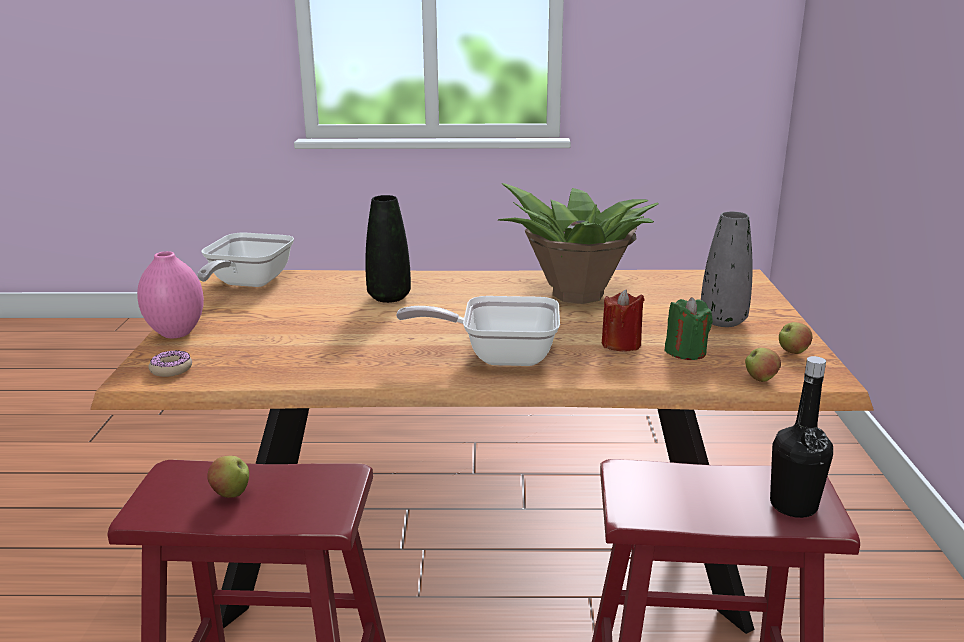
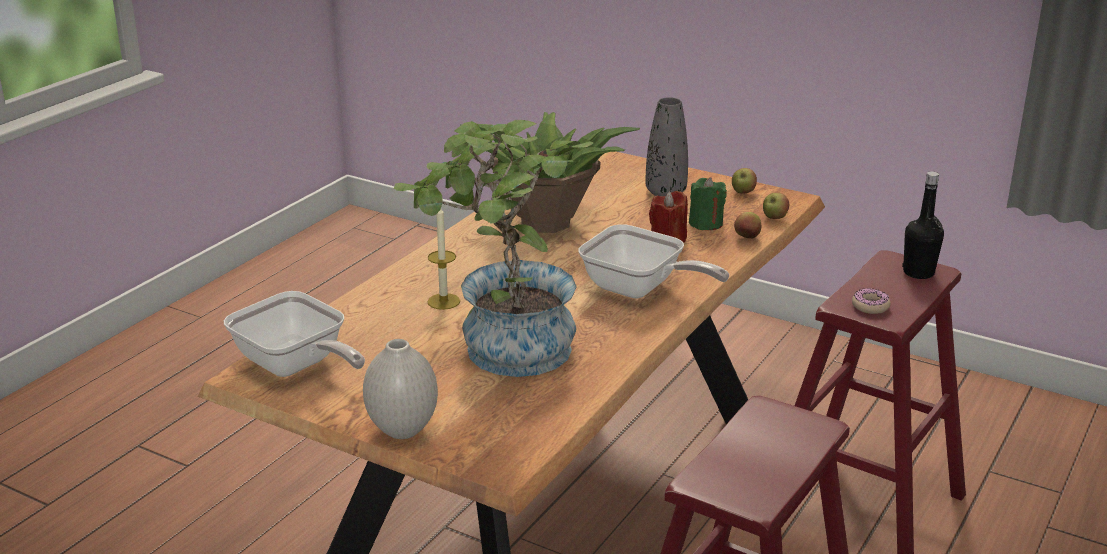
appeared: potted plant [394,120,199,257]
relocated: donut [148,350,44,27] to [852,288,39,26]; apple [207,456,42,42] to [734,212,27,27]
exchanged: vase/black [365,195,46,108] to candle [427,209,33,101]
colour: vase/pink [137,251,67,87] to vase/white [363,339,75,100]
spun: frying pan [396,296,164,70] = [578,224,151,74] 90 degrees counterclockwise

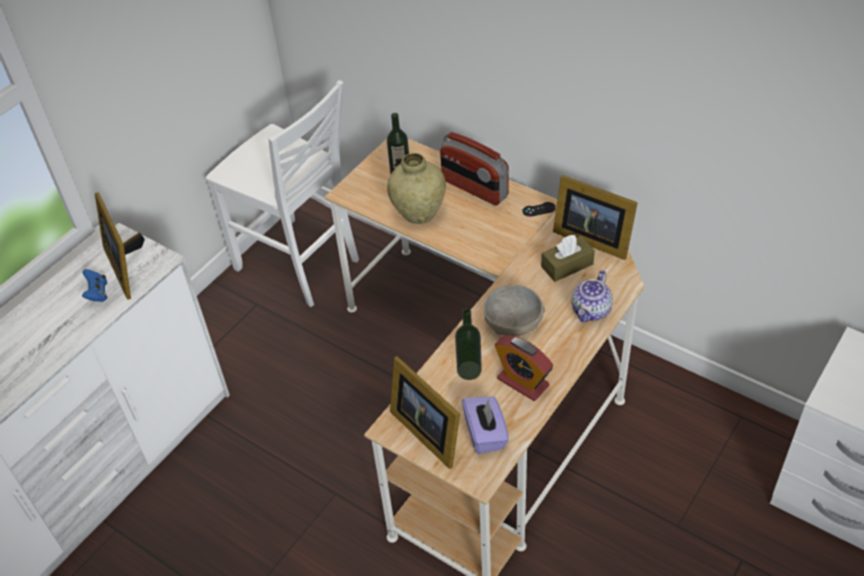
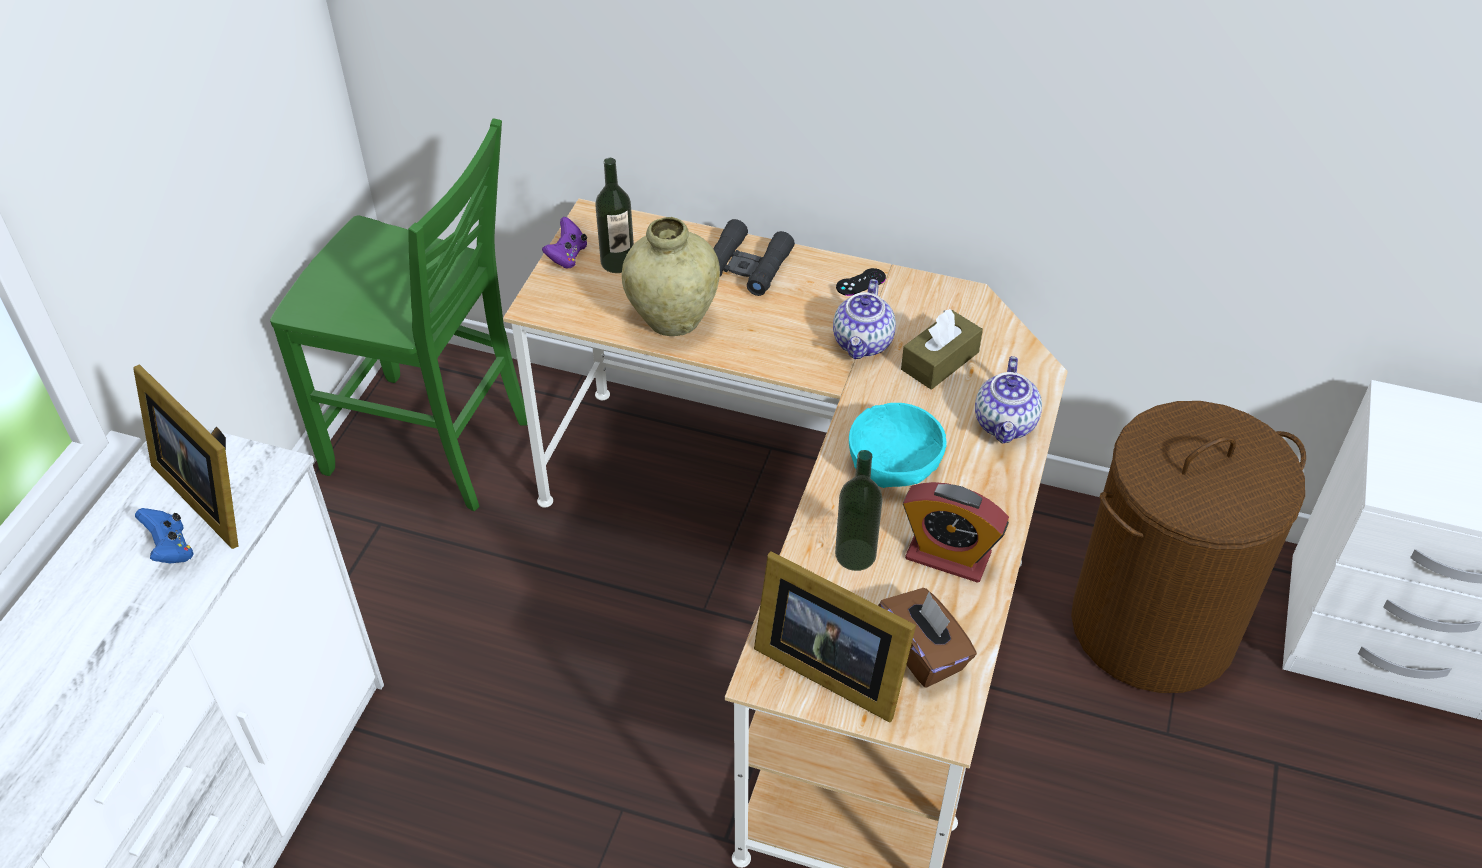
missing: picture frame [553,175,85,85]
appeared: game controller/purple [542,217,45,52]; teapot [833,279,63,80]; laundry basket/brown [1071,401,235,292]
exchanged: radio [440,132,69,74] to binoculars/black [713,219,82,77]
colour: chair/white [206,80,153,227] to chair/green [270,119,258,392]; bowl/grey [484,285,61,51] to bowl/turquoise [849,403,98,85]; tissue box/purple [462,396,47,58] to tissue box/brown [878,588,99,100]

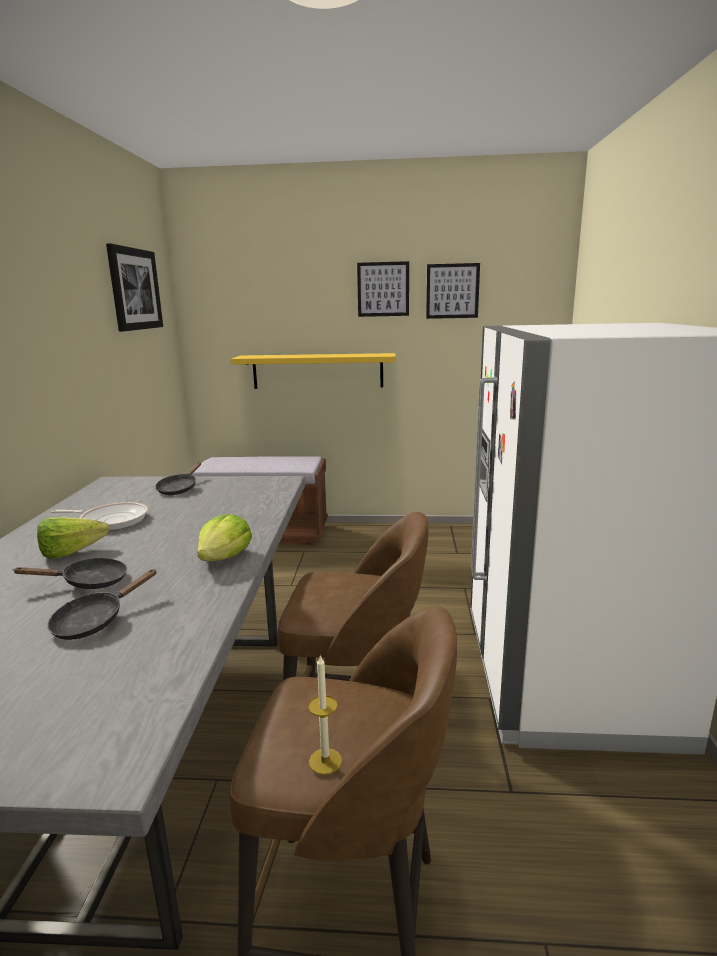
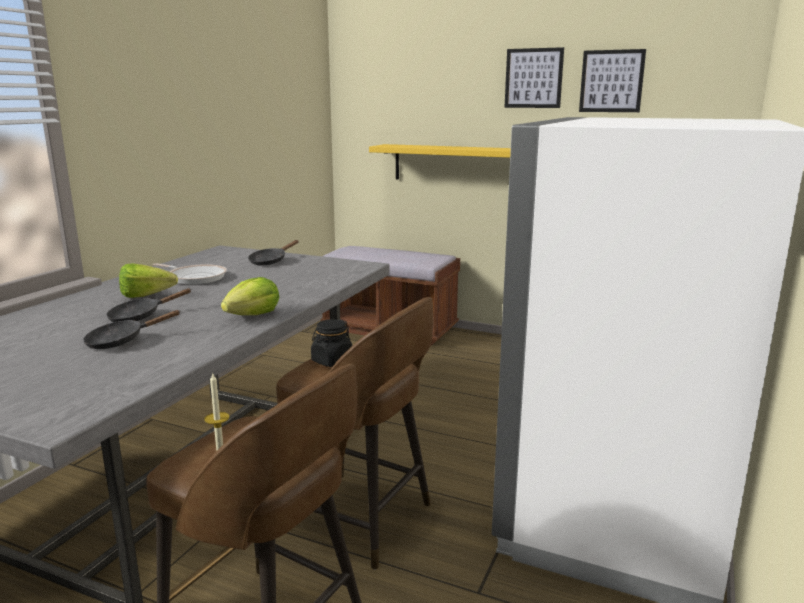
missing: picture [106,243,57,89]
appeared: jar/black [311,319,42,48]
spun: frying pan/black [13,557,114,32] = [106,288,85,34] 135 degrees clockwise

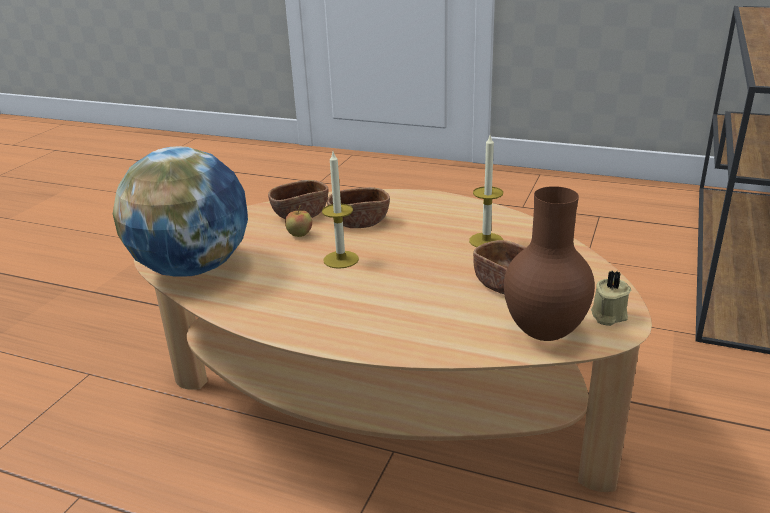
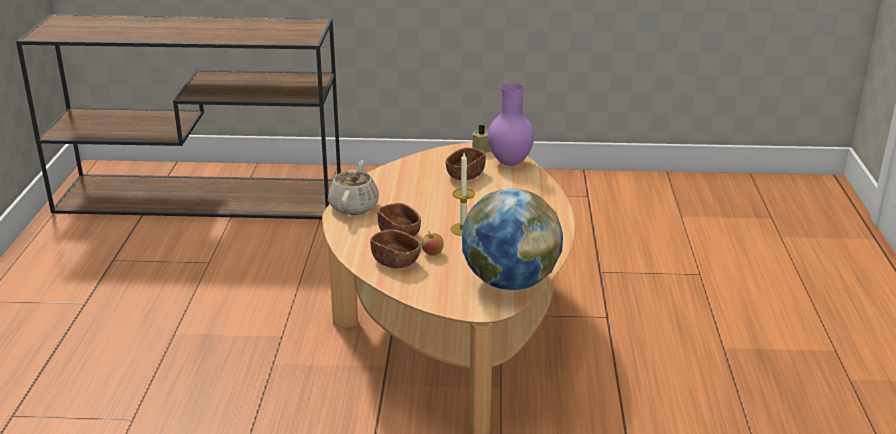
missing: candle [469,133,35,114]
appeared: teapot/beige [328,160,51,55]
colour: vase/brown [504,186,91,155] to vase/purple [488,83,46,83]

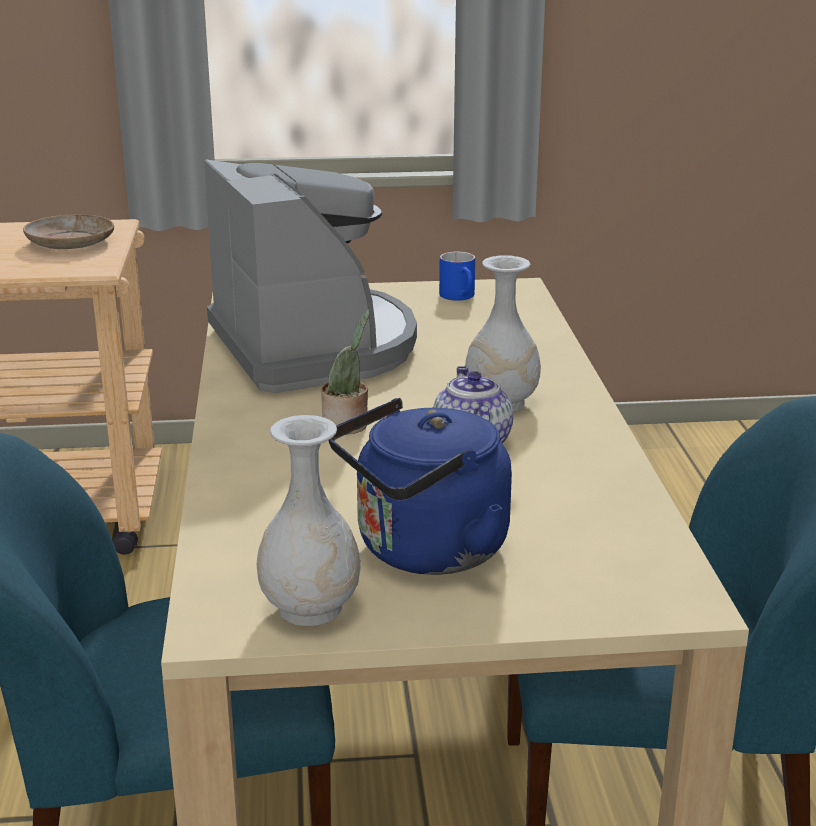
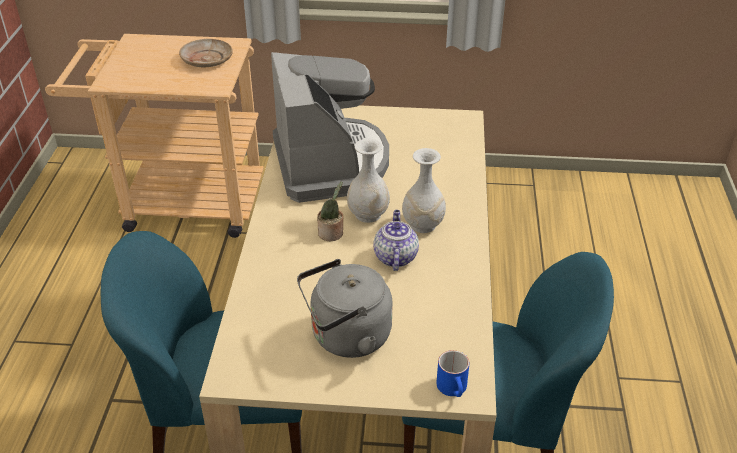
relocated: mug/blue [439,252,36,49] to [436,350,33,47]; vase/white [257,415,104,211] to [347,139,43,84]
colour: kettle/blue [328,398,184,177] to kettle/grey [297,259,96,99]

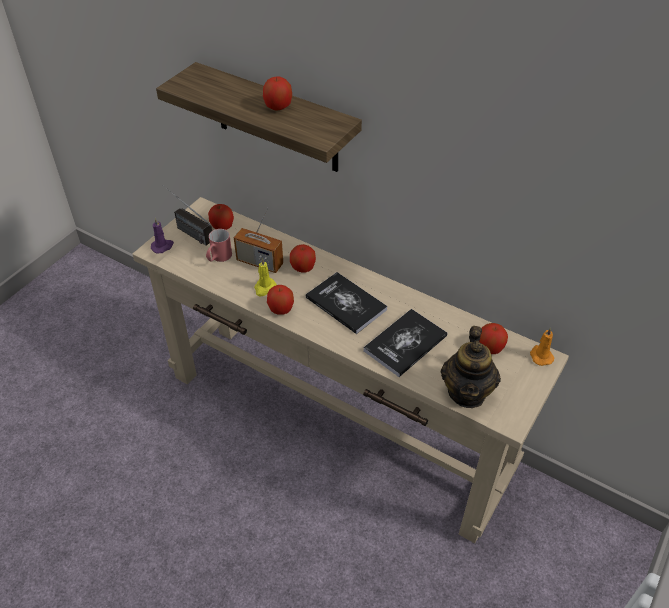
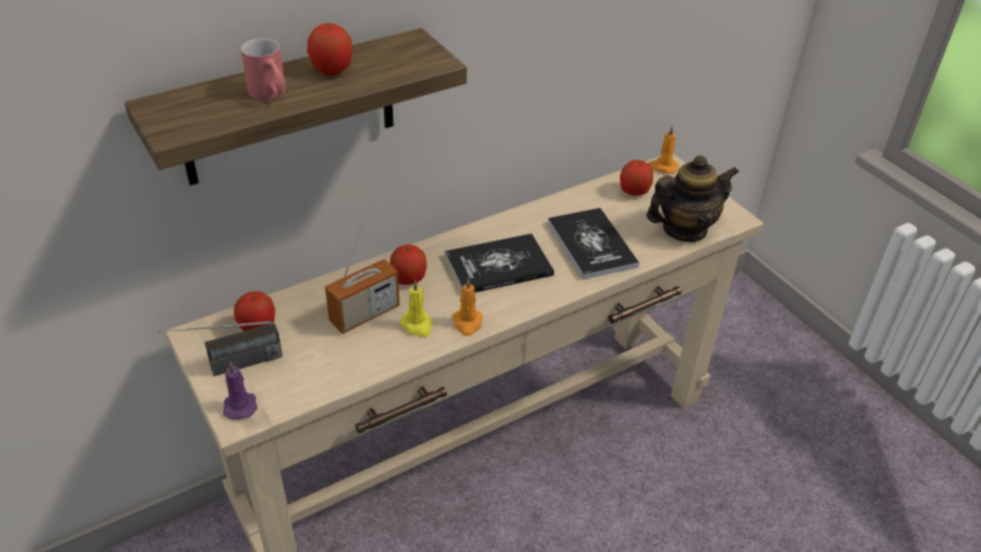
relocated: mug/red [206,229,26,33] to [241,38,45,62]
exchanged: apple [267,285,27,30] to candle/orange [453,278,30,58]
spun: teapot [441,326,60,82] = [646,155,93,87] 60 degrees counterclockwise

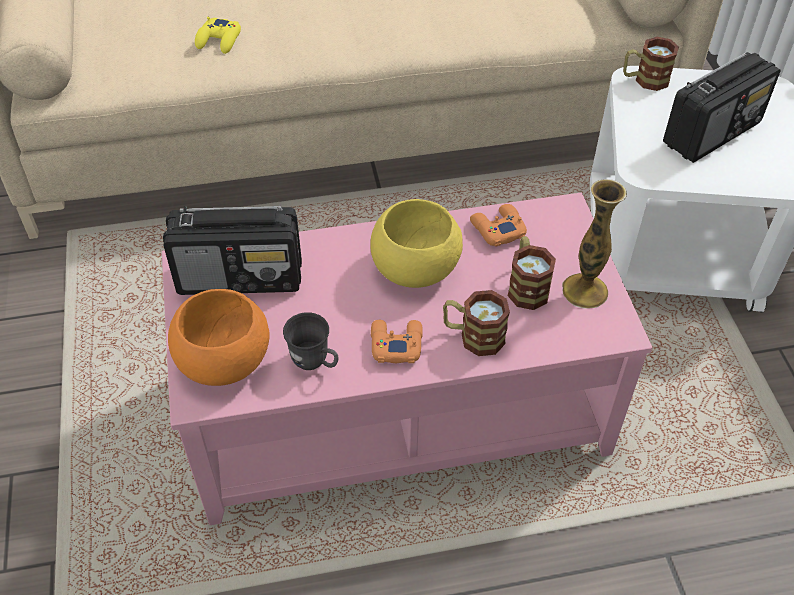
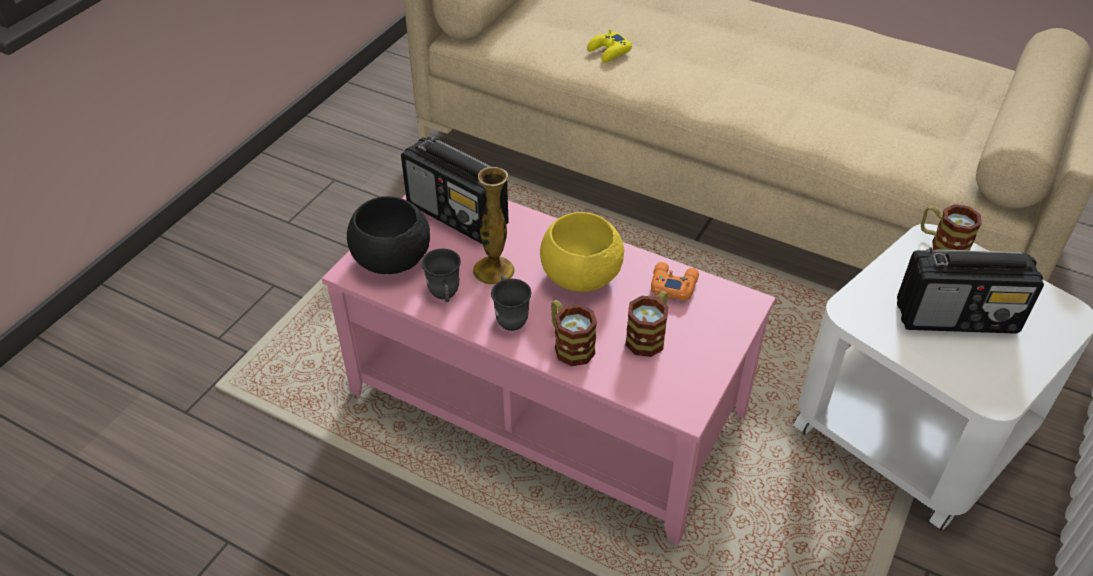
relocated: vase [562,179,65,130] to [473,167,42,118]
exchanged: game controller/orange [371,320,52,43] to mug/grey [491,275,41,56]
colour: bowl/orange [168,289,102,97] to bowl/black [347,196,83,78]

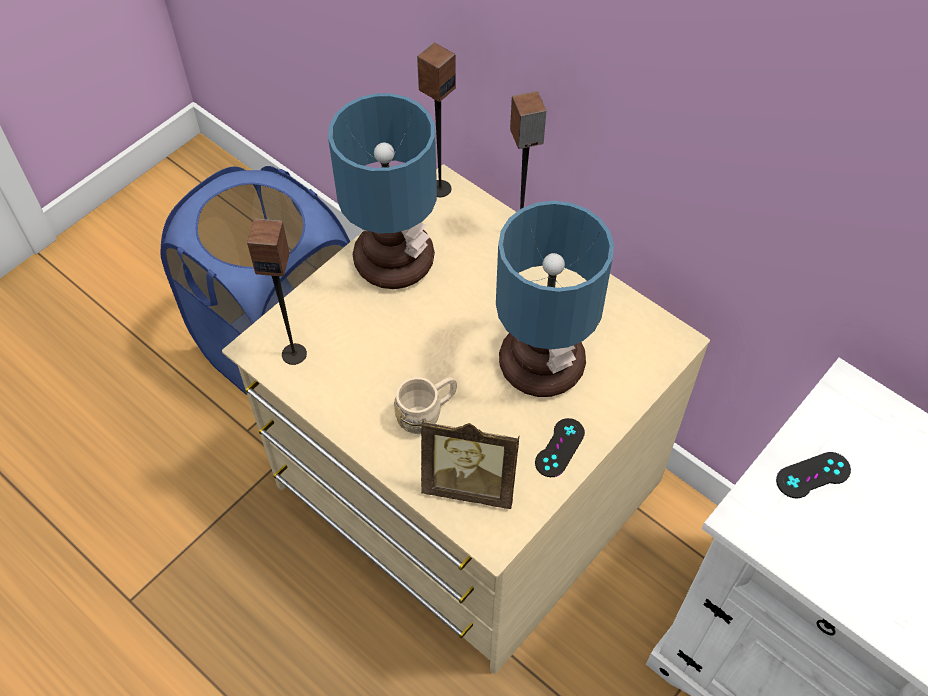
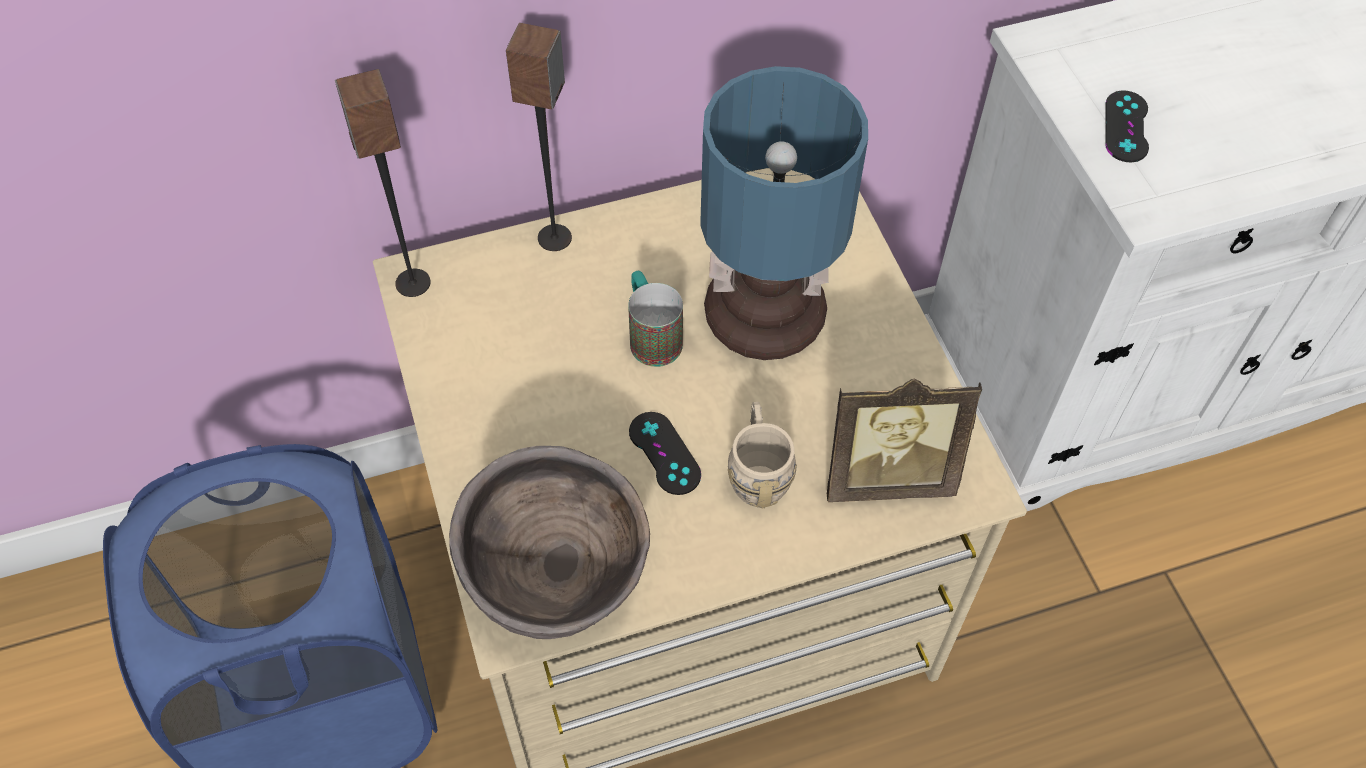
missing: table lamp [328,93,109,196]
appeared: mug [628,271,55,96]
relocated: game controller/black [535,418,50,59] to [629,412,72,83]
exchanged: speaker [247,219,60,146] to bowl/brown [449,446,201,193]
spun: picture frame [421,420,99,89] = [827,379,155,123] 45 degrees clockwise

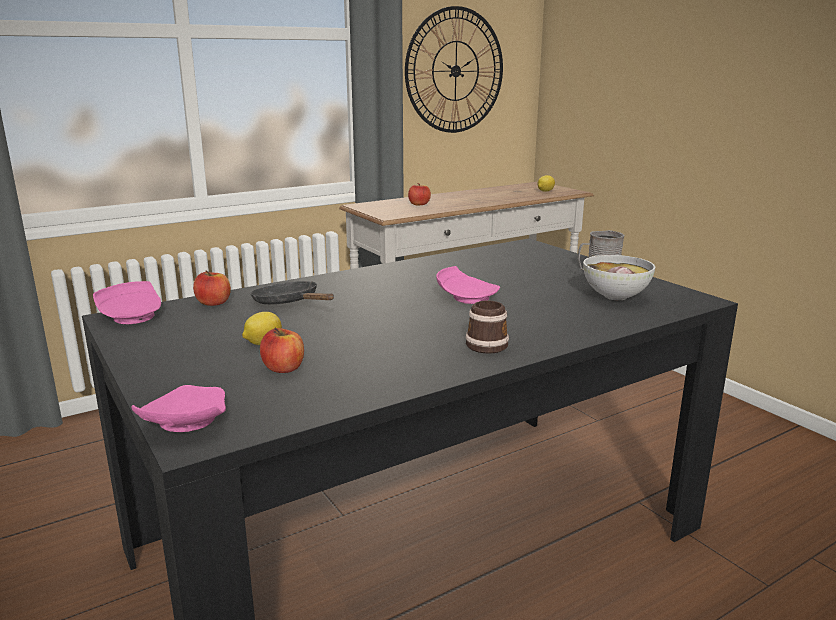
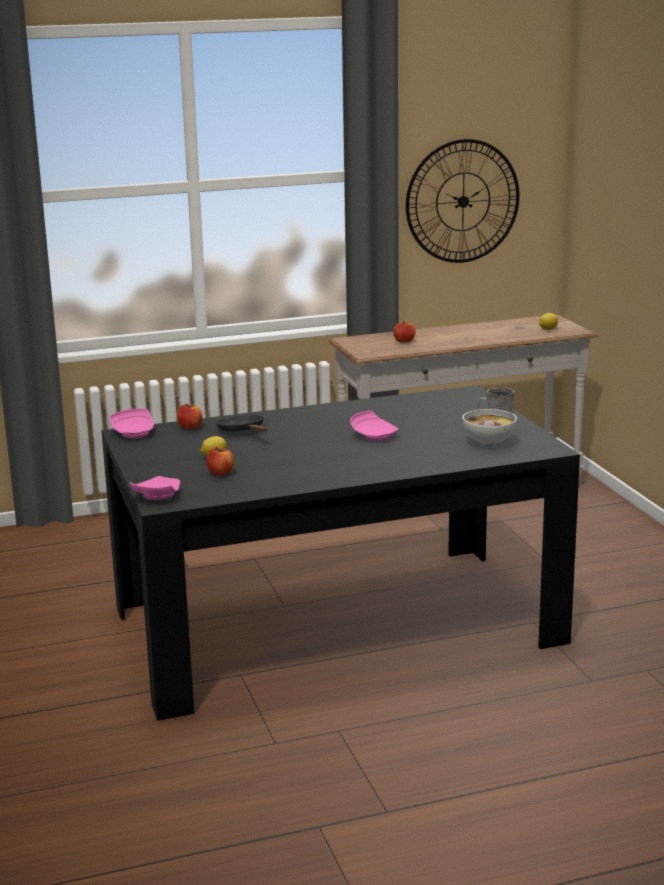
missing: mug [465,300,44,53]

